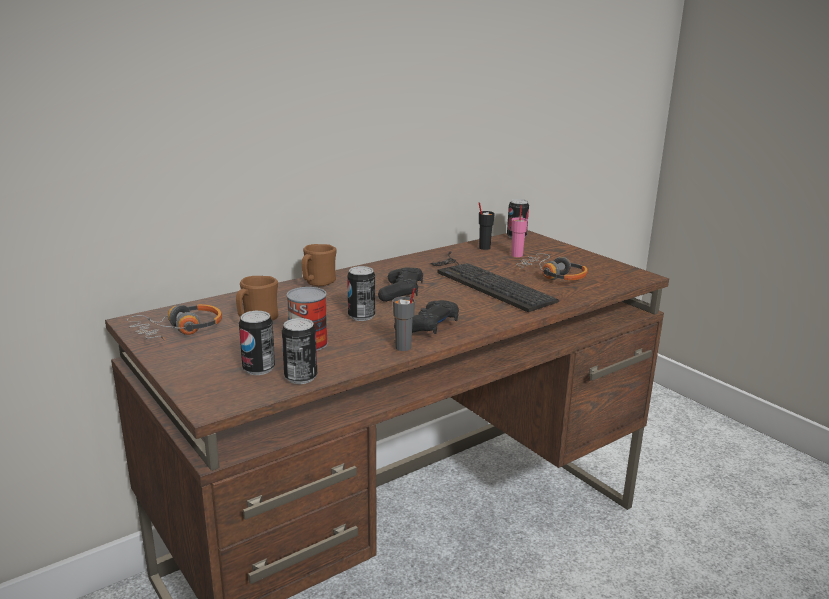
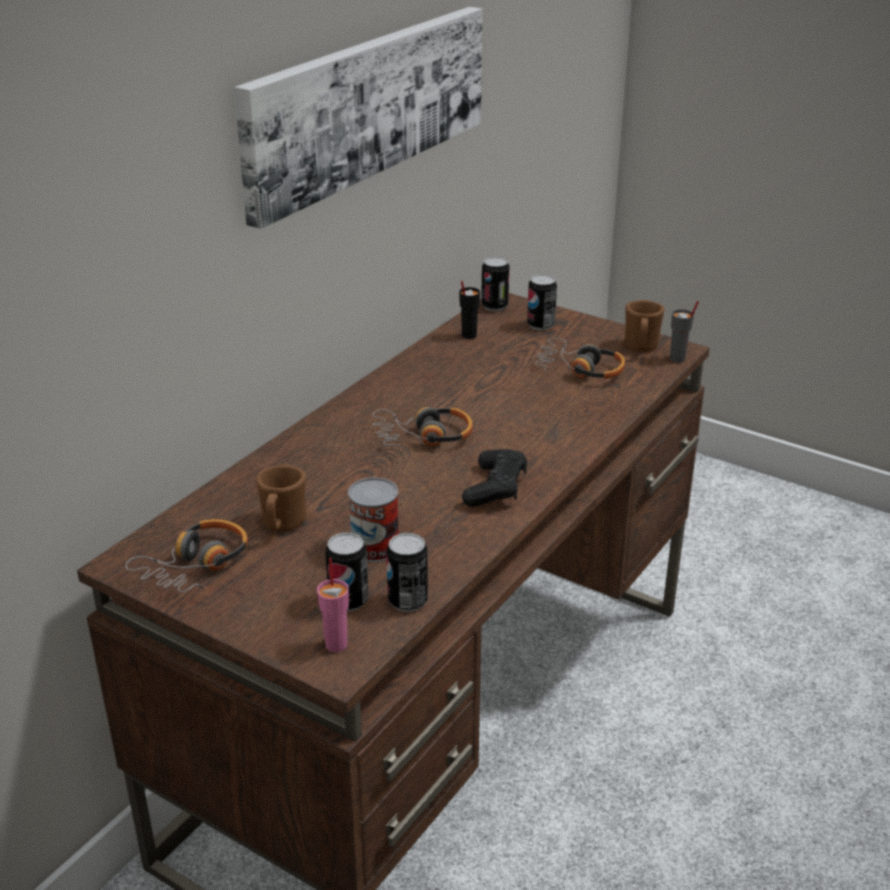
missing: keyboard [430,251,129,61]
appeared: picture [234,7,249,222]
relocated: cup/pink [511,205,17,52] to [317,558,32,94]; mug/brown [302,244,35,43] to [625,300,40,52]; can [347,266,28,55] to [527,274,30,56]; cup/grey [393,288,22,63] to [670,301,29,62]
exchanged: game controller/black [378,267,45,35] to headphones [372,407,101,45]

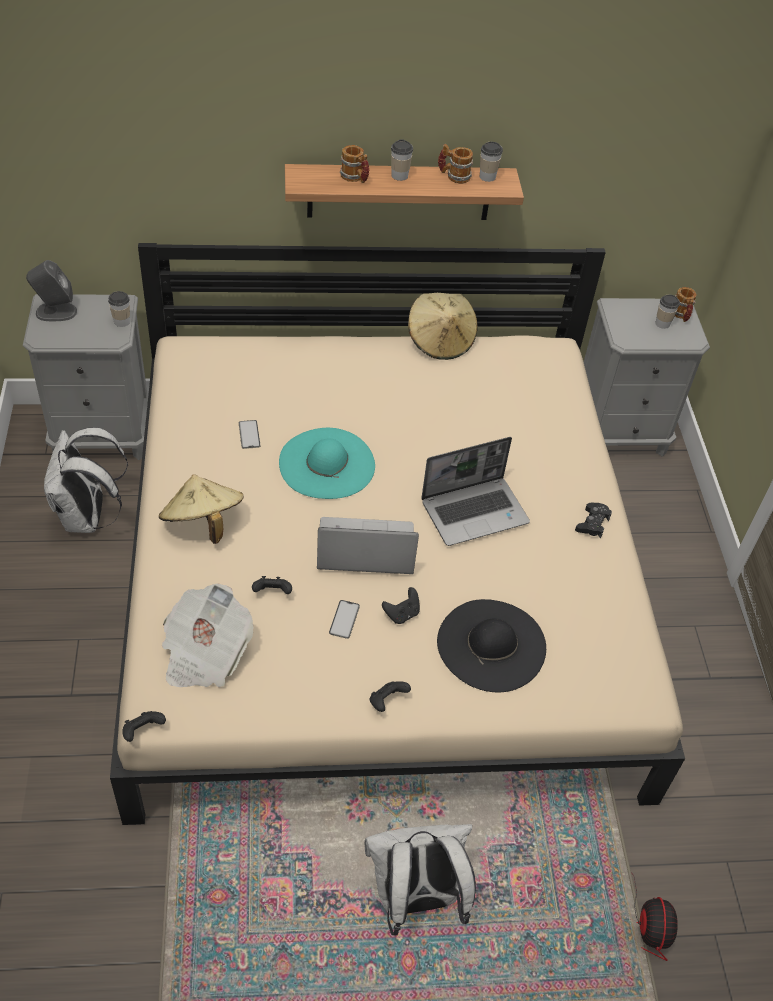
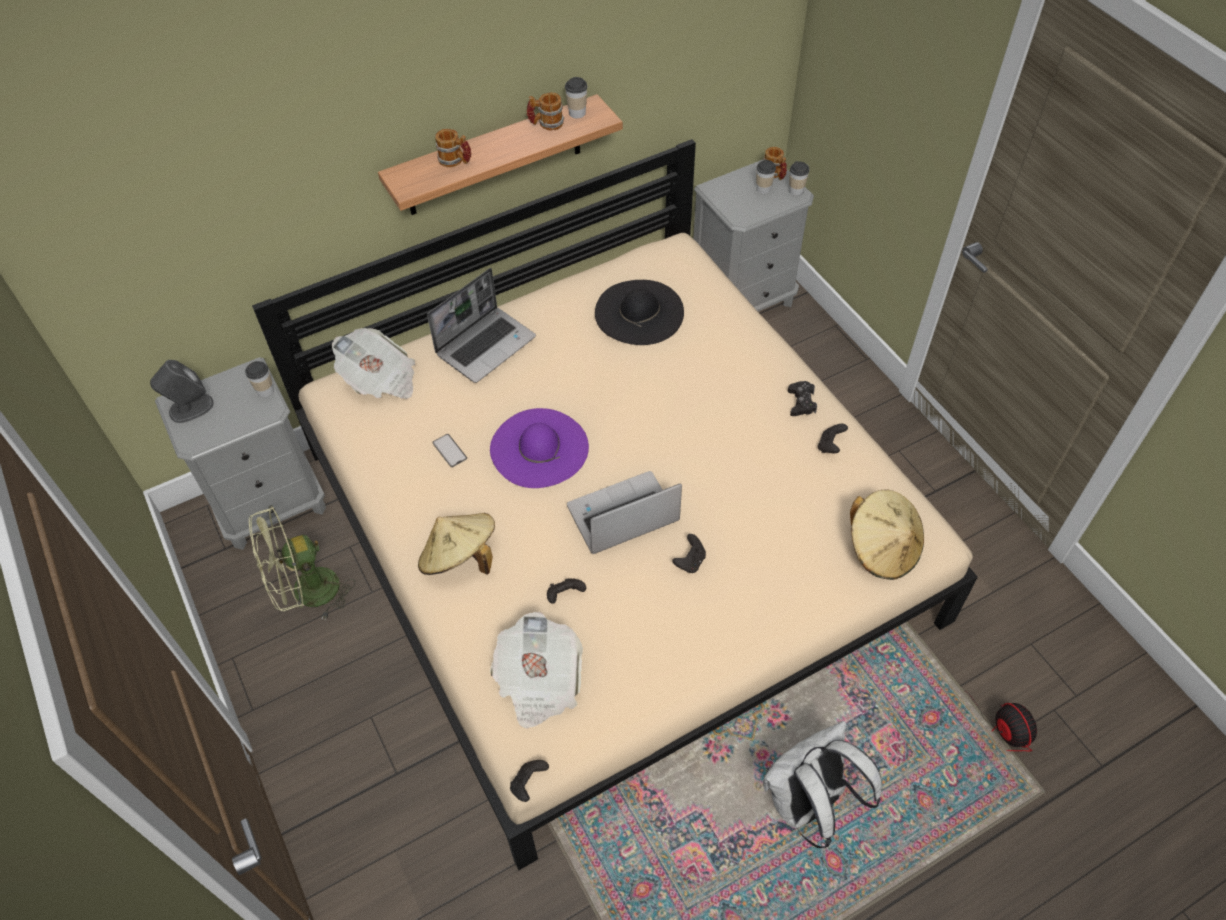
missing: phone [329,600,31,39]
appeared: newspaper [332,328,83,71]
relocated: cup [391,139,22,42] to [789,161,20,35]; hat/beige [408,293,70,67] to [850,490,74,90]; laptop [421,437,109,109] to [427,268,109,115]; hat/black [437,599,109,93] to [595,280,89,65]; game controller/black [370,681,41,31] to [818,424,30,29]
exchanged: backpack/white [44,427,84,106] to fan/green [249,505,106,115]
colour: hat/turquoise [279,428,96,71] to hat/purple [490,408,99,80]

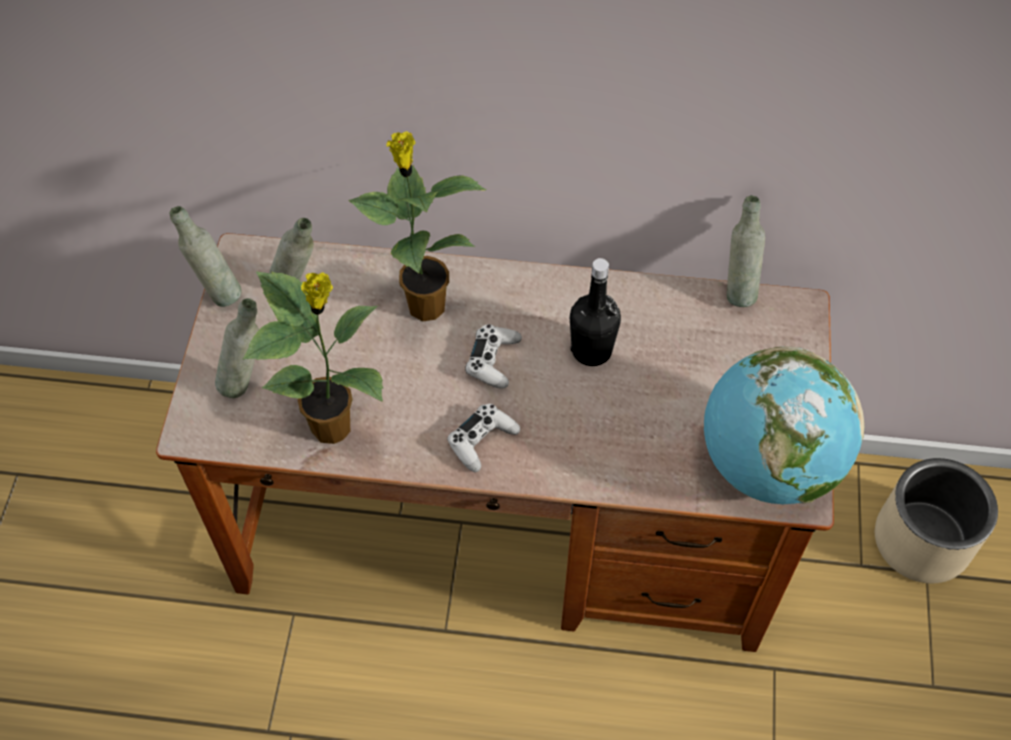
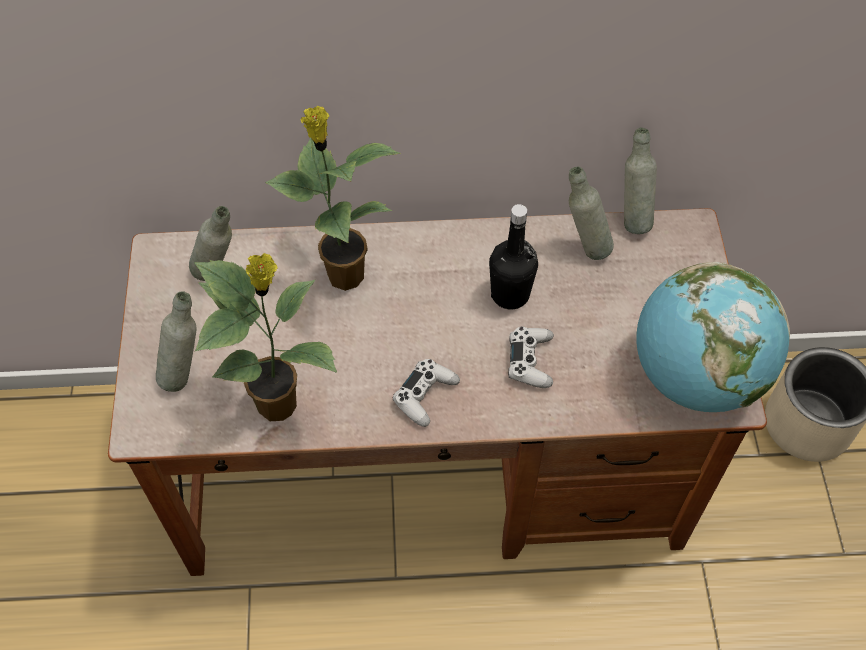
relocated: bottle/grey [170,206,72,101] to [569,167,45,93]; game controller/white [465,324,57,64] to [508,327,46,61]

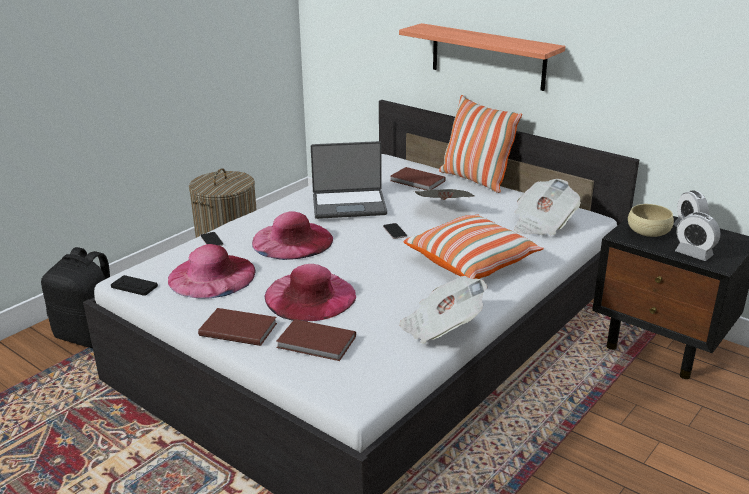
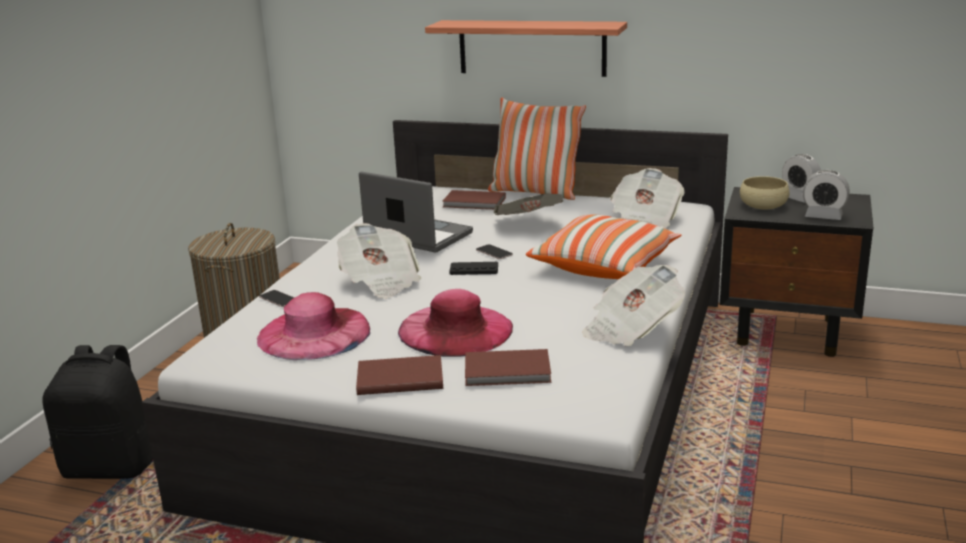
relocated: game controller/black [111,275,47,21] to [449,262,49,13]
exchanged: hat/pink [252,212,81,48] to newspaper [337,223,84,76]
spun: laptop [311,141,76,78] = [359,171,114,81] 120 degrees counterclockwise

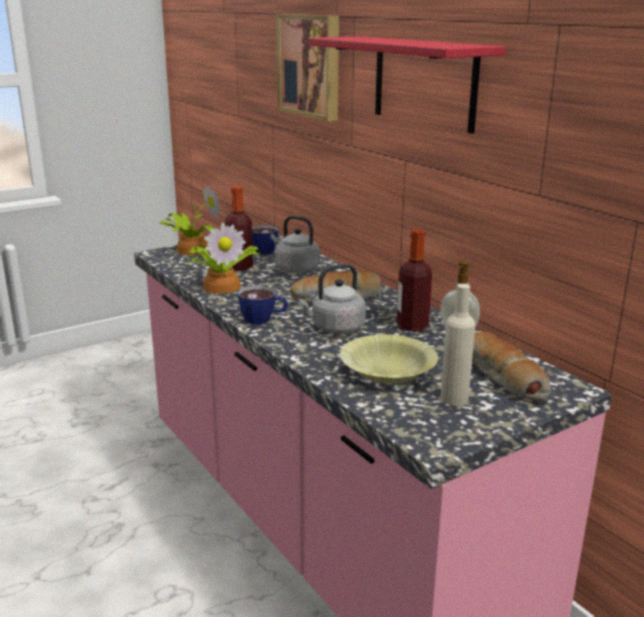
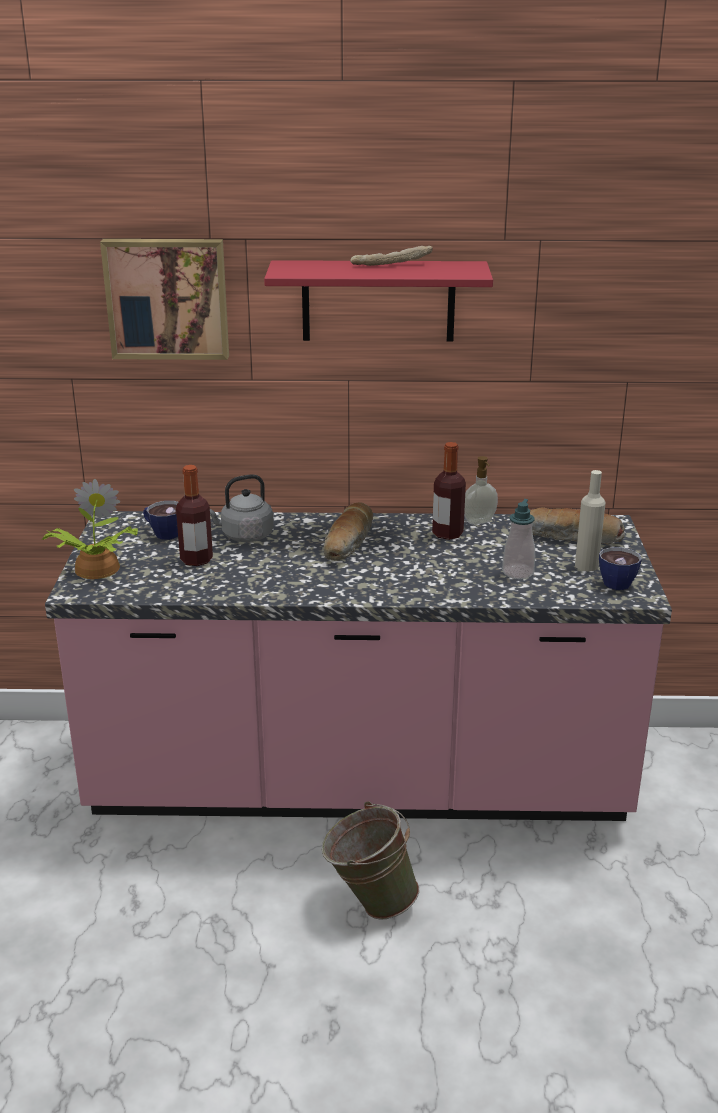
missing: potted plant [186,223,75,71]; kettle/grey [297,264,69,70]
appeared: bread [350,246,83,20]; bucket/green [322,801,97,119]
relocated: cup [238,286,50,38] to [599,547,43,43]
exchanged: bowl/yellow [340,334,98,50] to soap dispenser [502,499,33,80]

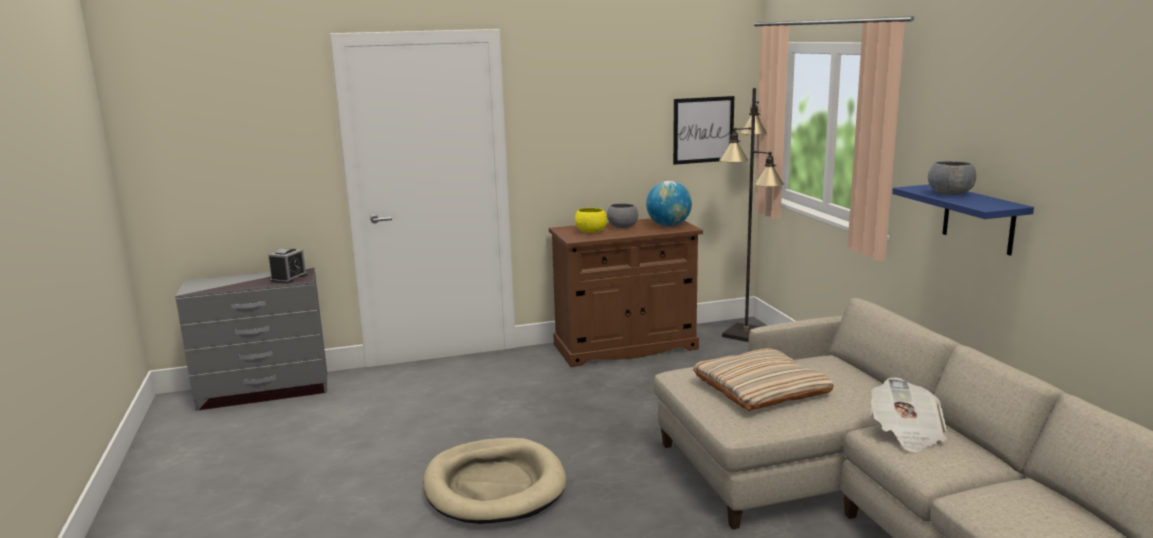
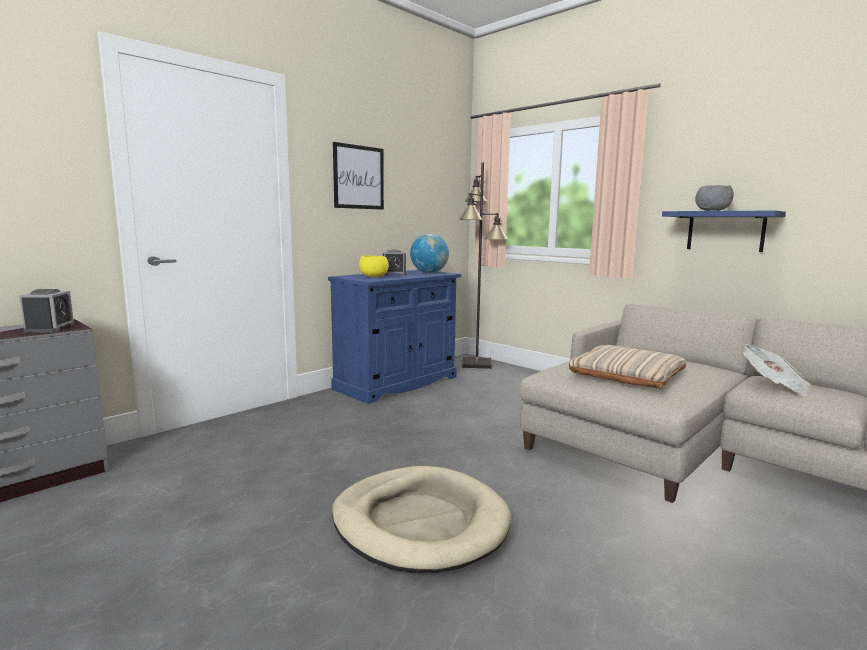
relocated: picture [673,96,61,69] to [333,142,51,68]
exchanged: bowl/grey [607,204,31,24] to alarm clock [383,250,24,25]
colour: cabinet/brown [549,218,154,149] to cabinet/blue [328,270,133,134]

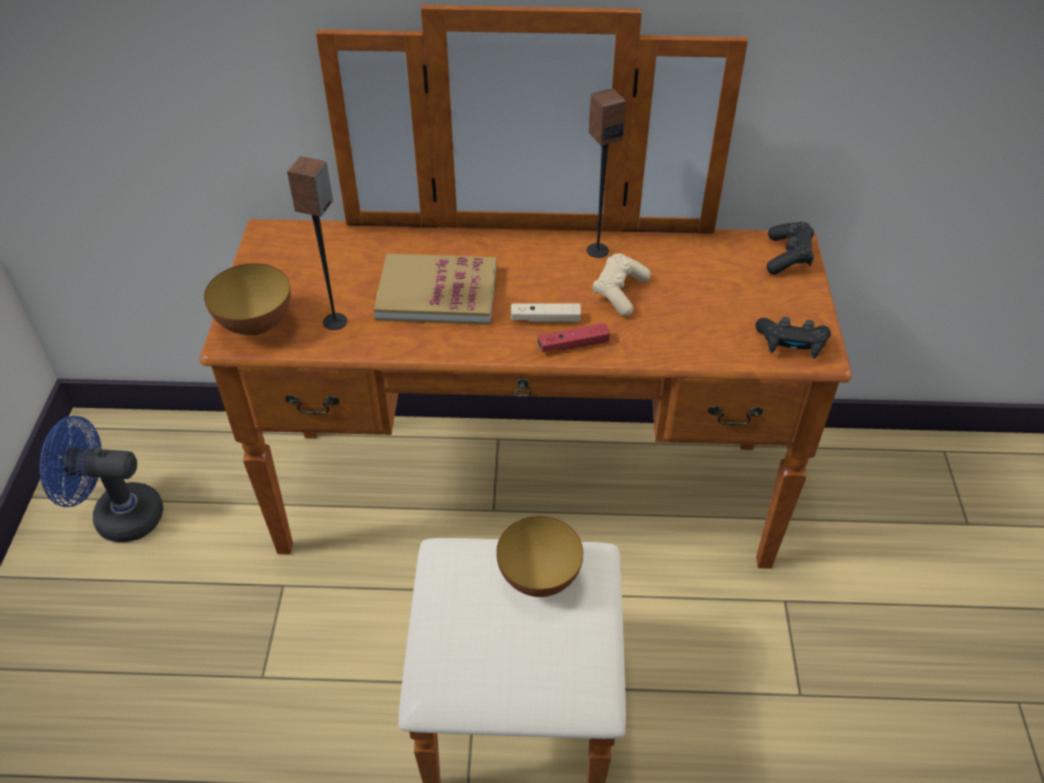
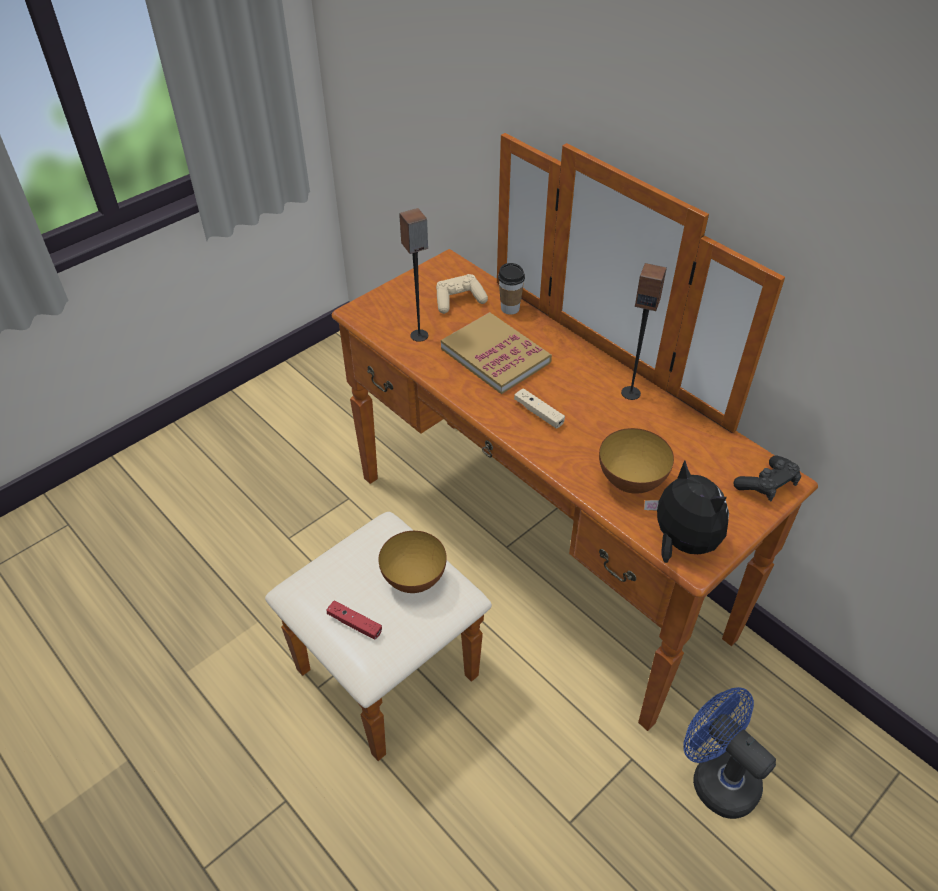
appeared: cup [498,263,27,52]
relocated: game controller/beige [593,253,58,63] to [436,274,52,40]; bowl [204,263,87,72] to [599,428,75,66]; game controller/red [538,323,72,29] to [326,600,56,40]; fan/blue [40,416,123,126] to [683,687,93,132]
exchanged: game controller/black [755,317,76,42] to plush toy [644,460,85,103]

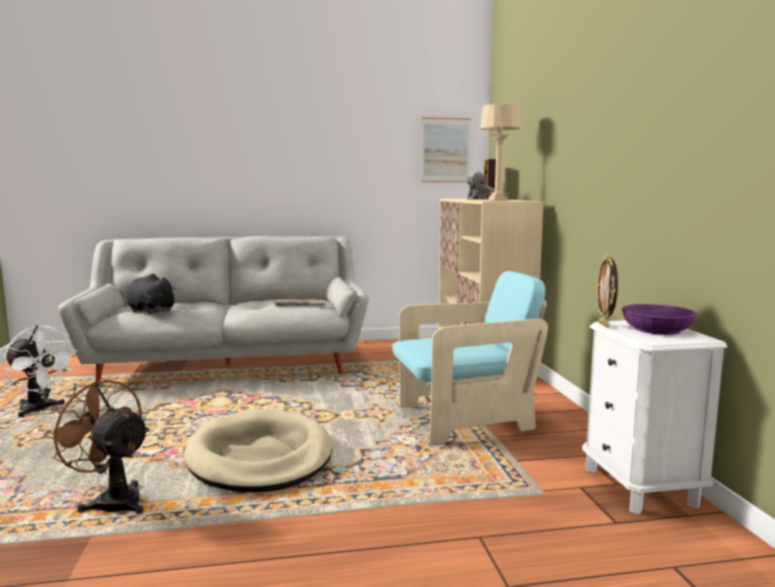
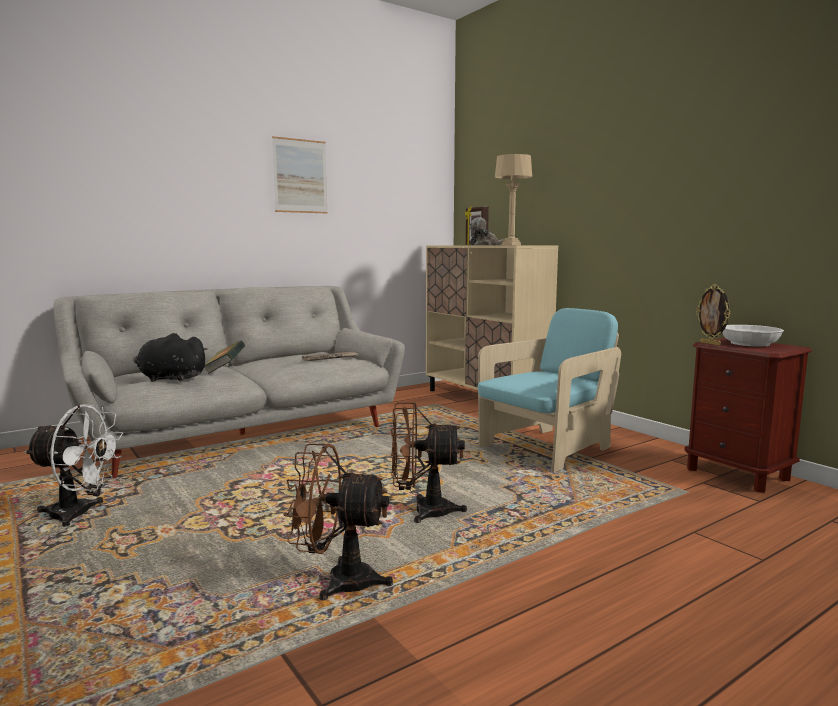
appeared: book [204,340,41,34]
relocated: picture [421,117,50,65] to [272,136,56,77]
exchanged: dog bed/beige [184,409,148,83] to fan/brown [391,402,76,121]
colour: bowl/purple [622,304,75,31] to bowl/white [722,325,62,22]; nightstand/white [582,320,145,195] to nightstand/brown [684,338,128,155]

